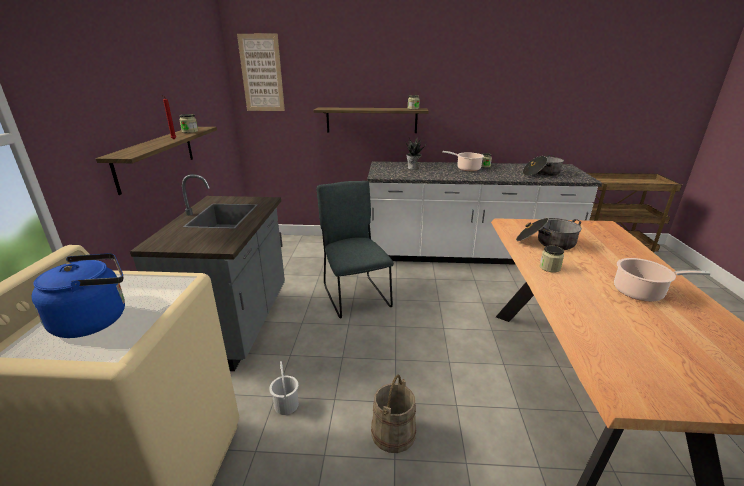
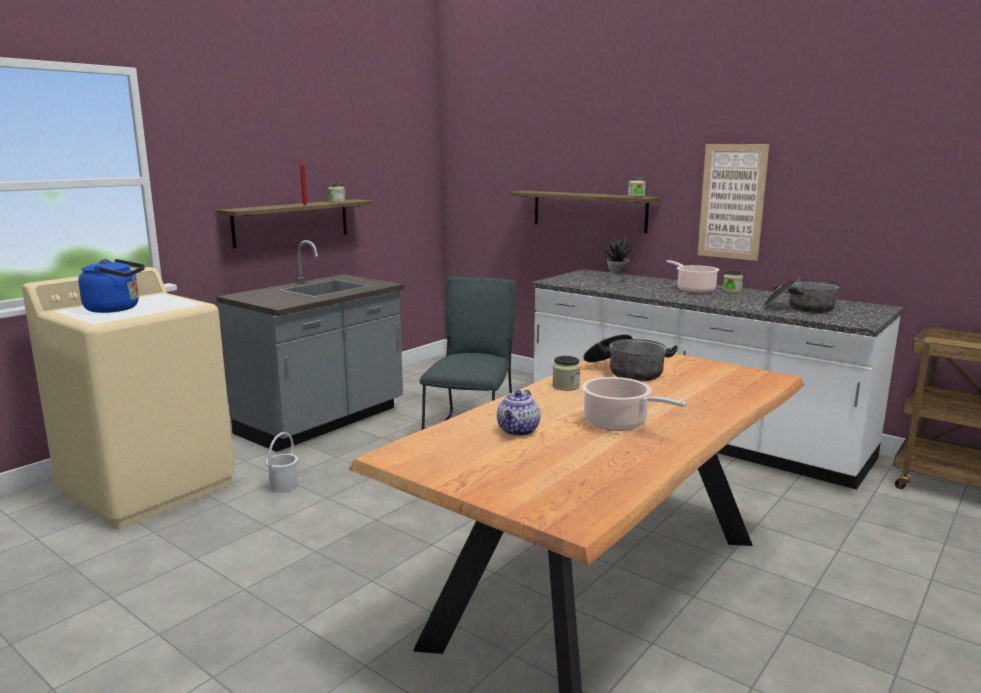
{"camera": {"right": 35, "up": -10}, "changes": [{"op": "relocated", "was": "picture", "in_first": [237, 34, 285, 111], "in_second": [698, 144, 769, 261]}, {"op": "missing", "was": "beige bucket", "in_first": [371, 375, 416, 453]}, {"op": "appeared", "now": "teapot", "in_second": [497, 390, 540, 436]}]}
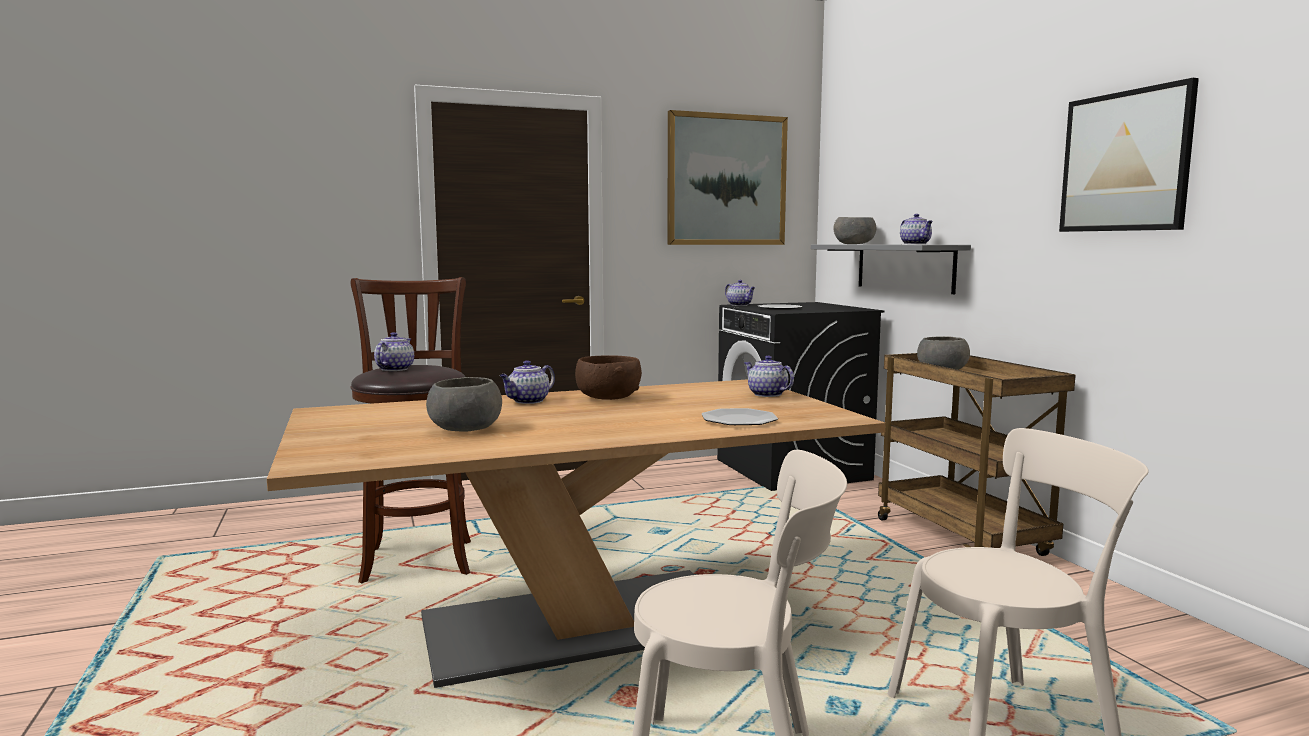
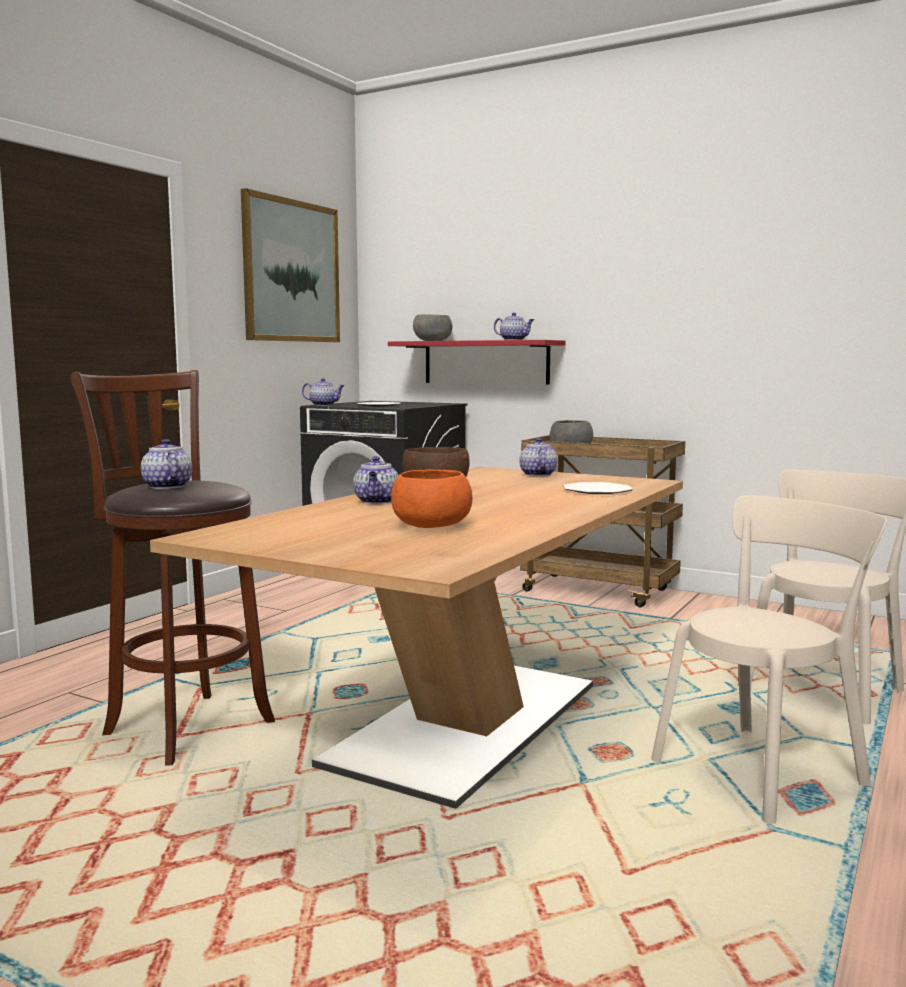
{"camera": {"right": -40, "up": 0}, "changes": [{"op": "colour", "was": "grey bowl", "now": "orange bowl", "in_first": [426, 377, 502, 432], "in_second": [391, 470, 472, 528]}, {"op": "spun", "was": "teapot", "in_first": [744, 355, 794, 397], "in_second": [519, 438, 558, 476], "clockwise": 75}, {"op": "colour", "was": "grey shelf", "now": "red shelf", "in_first": [811, 245, 971, 294], "in_second": [388, 340, 566, 385]}, {"op": "missing", "was": "picture", "in_first": [1059, 78, 1199, 232]}]}
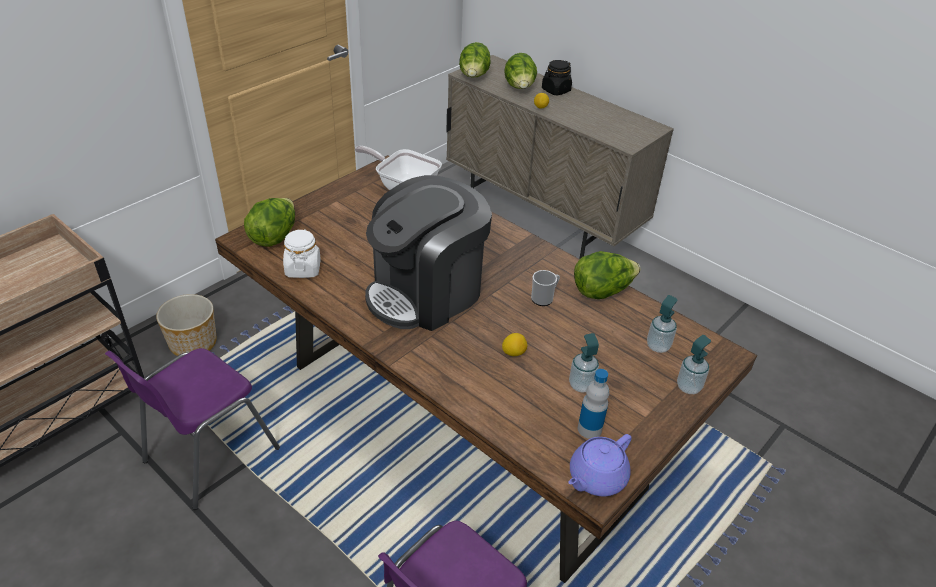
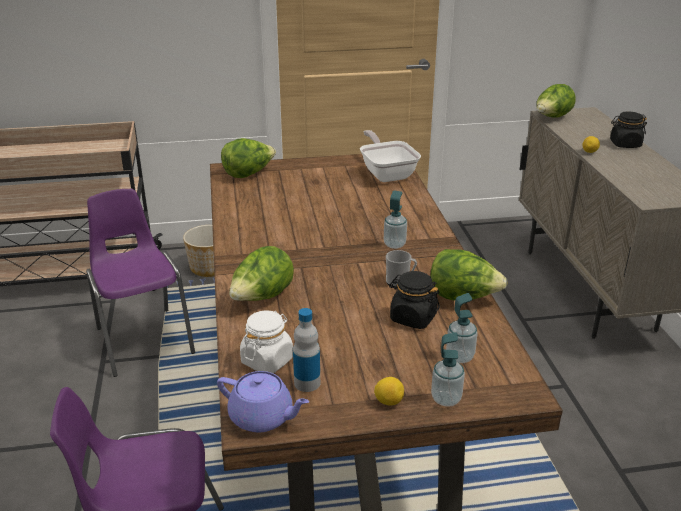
{"camera": {"right": 40, "up": -10}, "changes": [{"op": "spun", "was": "purple chair", "in_first": [105, 348, 280, 510], "in_second": [86, 189, 195, 377], "clockwise": 75}, {"op": "relocated", "was": "white jar", "in_first": [283, 229, 321, 278], "in_second": [240, 310, 293, 374]}, {"op": "missing", "was": "coffee machine", "in_first": [365, 175, 492, 331]}, {"op": "relocated", "was": "lemon", "in_first": [502, 333, 527, 356], "in_second": [374, 377, 404, 405]}, {"op": "relocated", "was": "lettuce", "in_first": [504, 53, 537, 89], "in_second": [229, 246, 294, 301]}, {"op": "spun", "was": "purple teapot", "in_first": [568, 434, 632, 496], "in_second": [217, 371, 309, 432], "clockwise": -150}, {"op": "relocated", "was": "soap dispenser", "in_first": [569, 333, 599, 393], "in_second": [384, 190, 407, 249]}, {"op": "appeared", "now": "black jar", "in_second": [389, 271, 440, 329]}]}
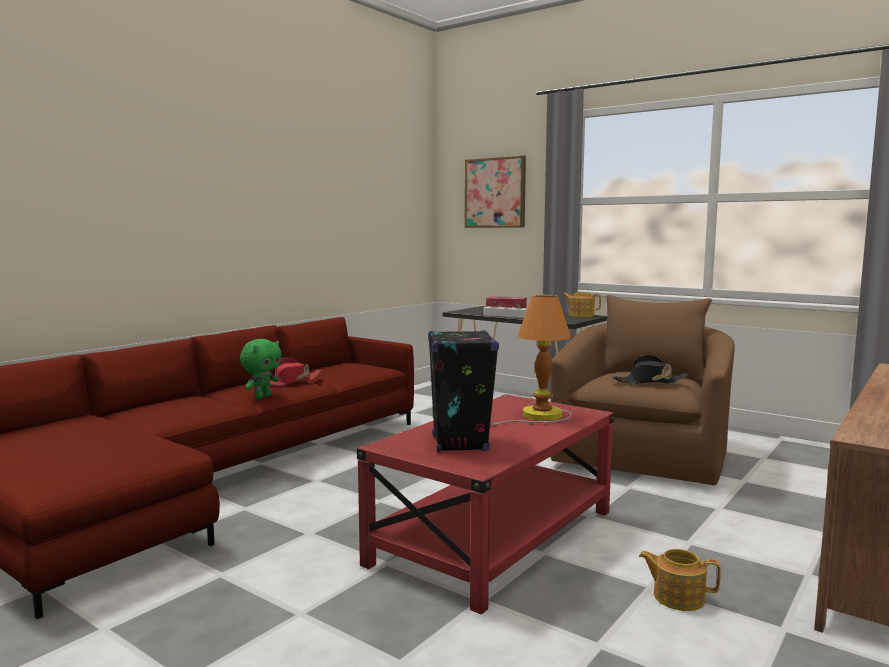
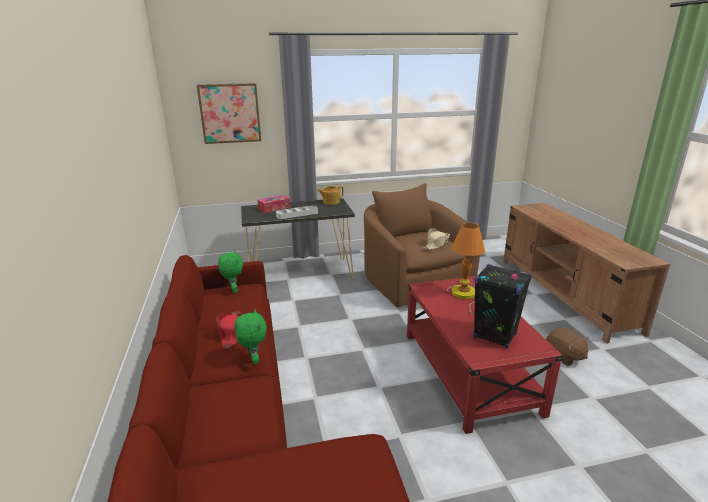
{"camera": {"right": -50, "up": 15}, "changes": [{"op": "colour", "was": "black hat", "now": "beige hat", "in_first": [612, 355, 690, 384], "in_second": [424, 228, 450, 250]}, {"op": "exchanged", "was": "teapot", "now": "brown plush toy", "in_first": [639, 549, 721, 611], "in_second": [546, 328, 589, 366]}, {"op": "appeared", "now": "green plush toy", "in_second": [218, 251, 243, 293]}]}
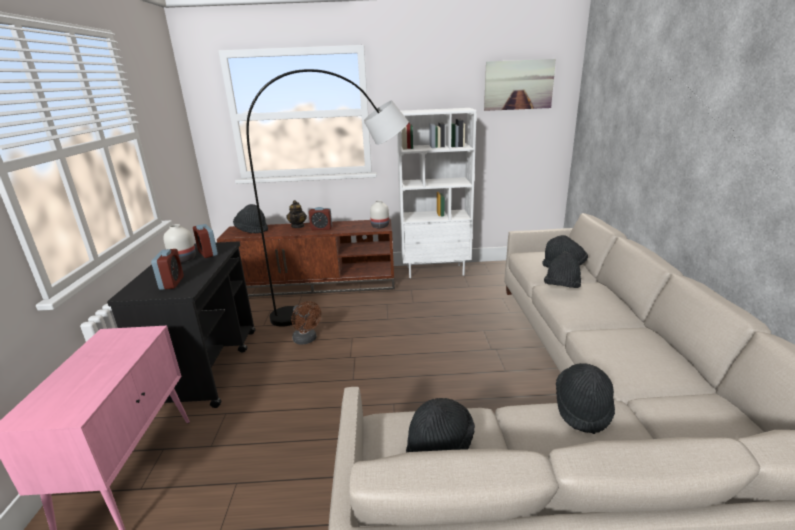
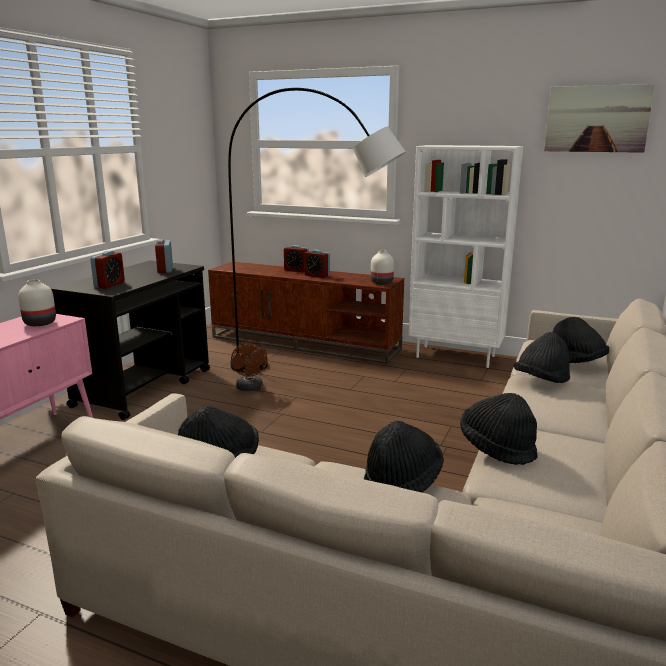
{"camera": {"right": 25, "up": -5}, "changes": [{"op": "relocated", "was": "white vase", "in_first": [163, 224, 196, 263], "in_second": [18, 279, 56, 326]}, {"op": "relocated", "was": "black hat", "in_first": [233, 204, 268, 233], "in_second": [460, 393, 538, 465]}, {"op": "exchanged", "was": "teapot", "now": "alarm clock", "in_first": [286, 200, 307, 228], "in_second": [284, 245, 309, 272]}]}
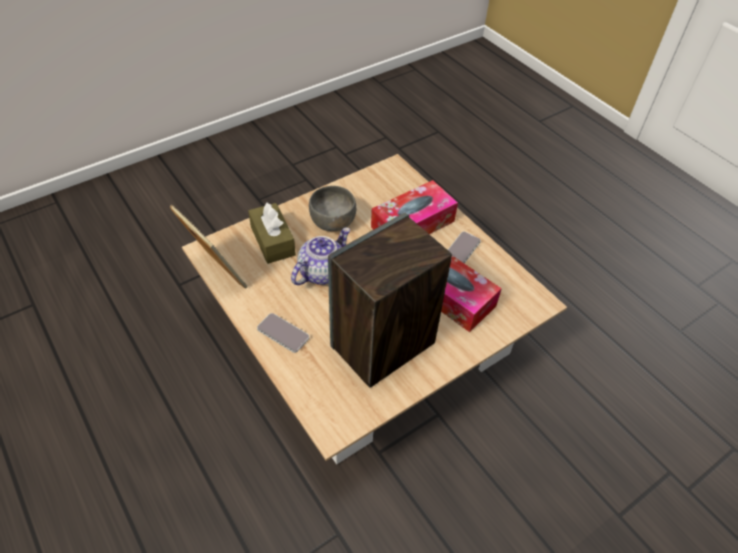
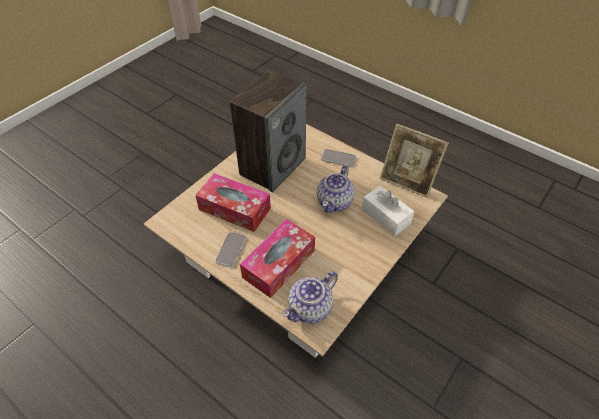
{"camera": {"right": 165, "up": 0}, "changes": [{"op": "colour", "was": "brown tissue box", "now": "white tissue box", "in_first": [248, 203, 296, 264], "in_second": [362, 186, 414, 236]}, {"op": "missing", "was": "grey bowl", "in_first": [309, 186, 356, 231]}, {"op": "appeared", "now": "teapot", "in_second": [282, 271, 338, 323]}]}
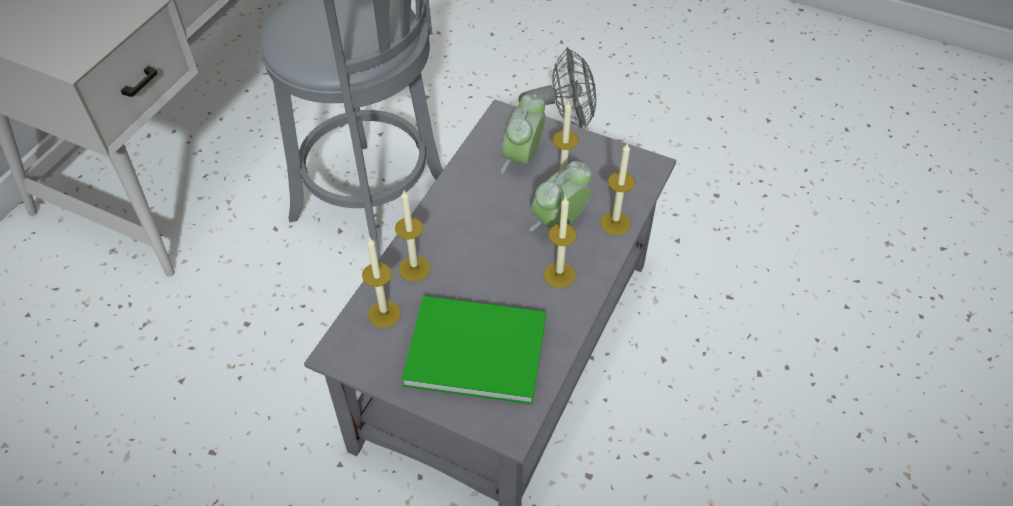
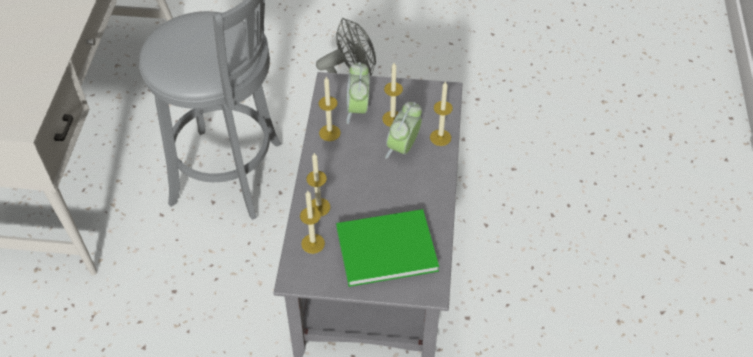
{"camera": {"right": -20, "up": 0}, "changes": [{"op": "relocated", "was": "candle", "in_first": [544, 196, 577, 288], "in_second": [319, 77, 341, 141]}]}
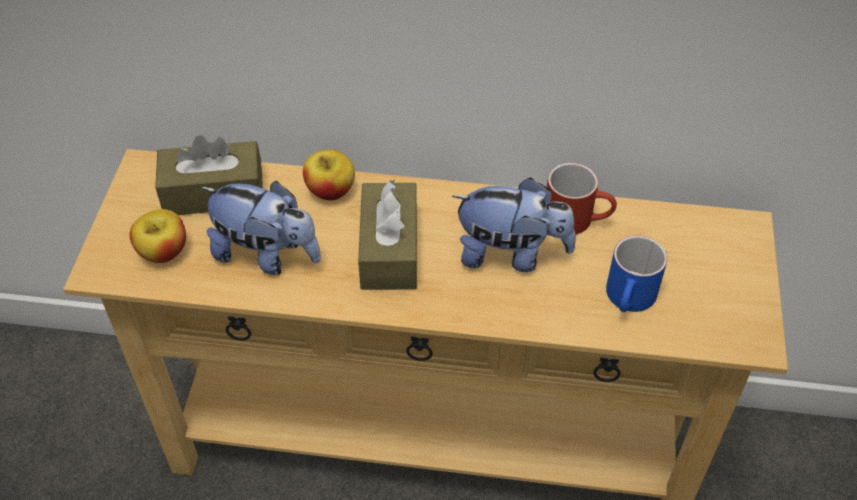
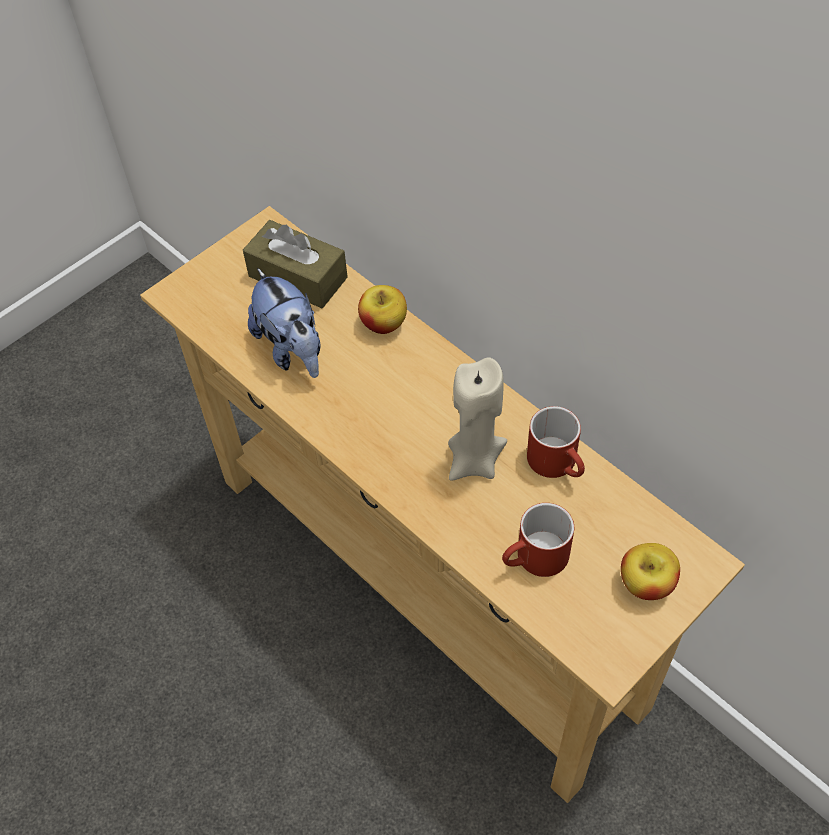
{"camera": {"right": 40, "up": 5}, "changes": [{"op": "relocated", "was": "apple", "in_first": [129, 209, 186, 263], "in_second": [621, 543, 680, 600]}, {"op": "missing", "was": "brown tissue box", "in_first": [358, 179, 417, 290]}, {"op": "exchanged", "was": "plush toy", "now": "beige candle", "in_first": [452, 177, 576, 272], "in_second": [448, 357, 507, 481]}, {"op": "colour", "was": "blue mug", "now": "red mug", "in_first": [606, 235, 667, 312], "in_second": [502, 503, 574, 577]}]}
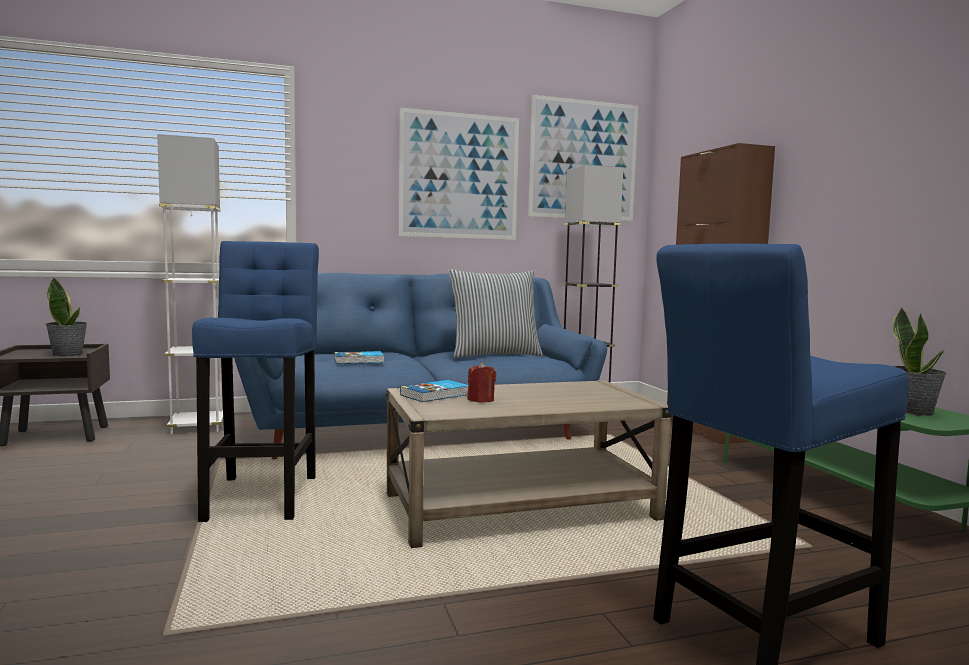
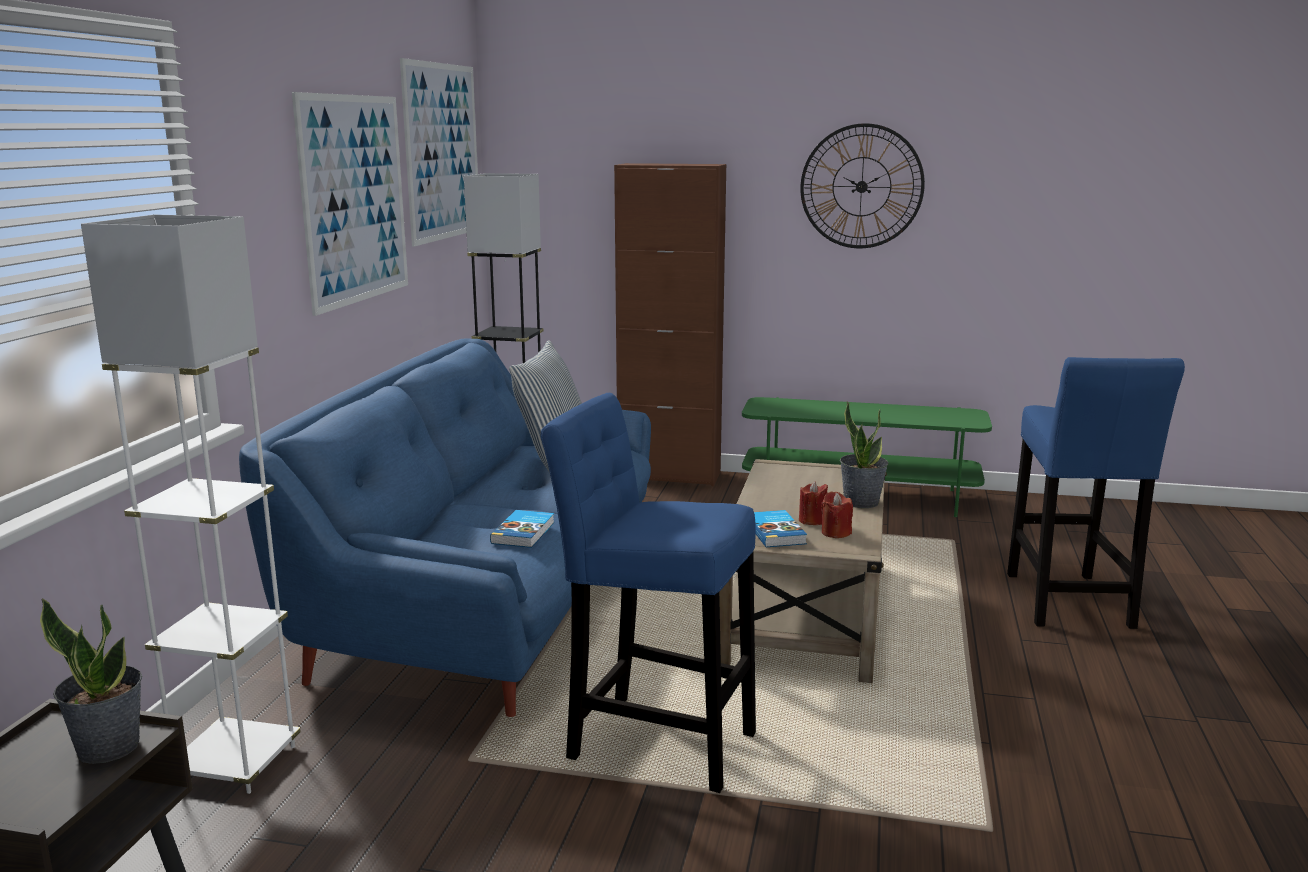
{"camera": {"right": -60, "up": 10}, "changes": [{"op": "relocated", "was": "potted plant", "in_first": [893, 307, 947, 416], "in_second": [840, 401, 889, 508]}, {"op": "appeared", "now": "wall clock", "in_second": [800, 123, 925, 248]}, {"op": "appeared", "now": "red candle", "in_second": [821, 492, 853, 538]}]}
